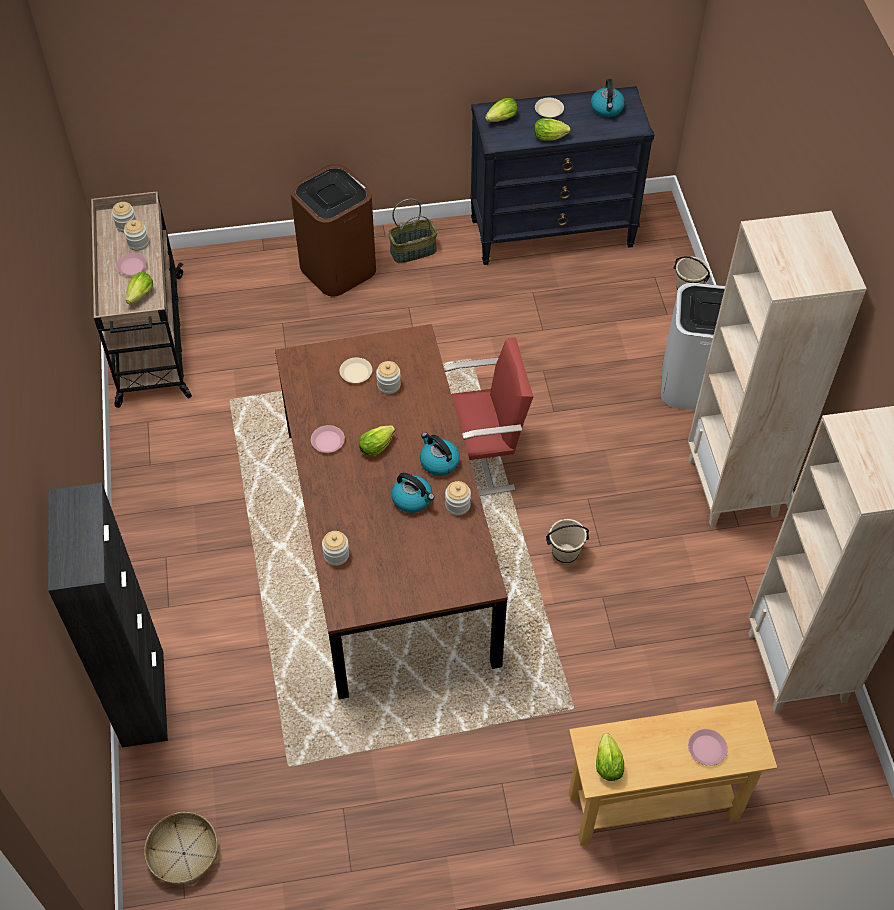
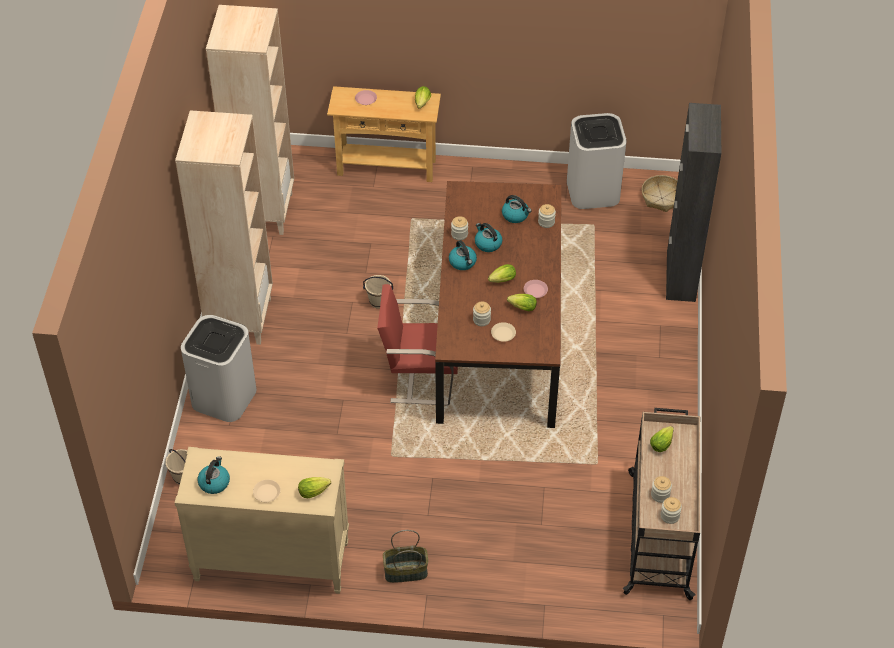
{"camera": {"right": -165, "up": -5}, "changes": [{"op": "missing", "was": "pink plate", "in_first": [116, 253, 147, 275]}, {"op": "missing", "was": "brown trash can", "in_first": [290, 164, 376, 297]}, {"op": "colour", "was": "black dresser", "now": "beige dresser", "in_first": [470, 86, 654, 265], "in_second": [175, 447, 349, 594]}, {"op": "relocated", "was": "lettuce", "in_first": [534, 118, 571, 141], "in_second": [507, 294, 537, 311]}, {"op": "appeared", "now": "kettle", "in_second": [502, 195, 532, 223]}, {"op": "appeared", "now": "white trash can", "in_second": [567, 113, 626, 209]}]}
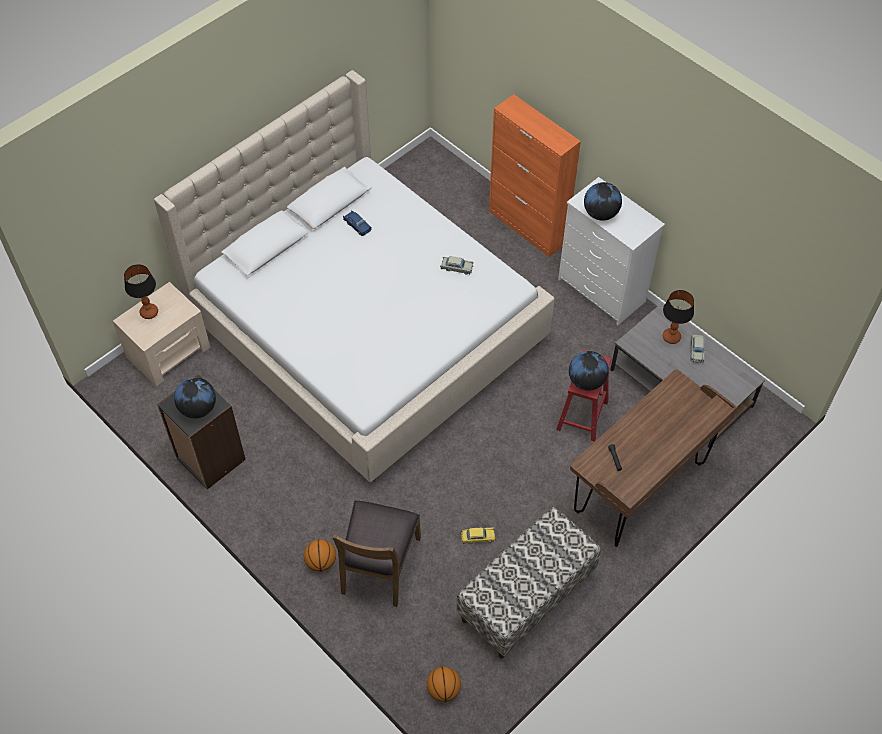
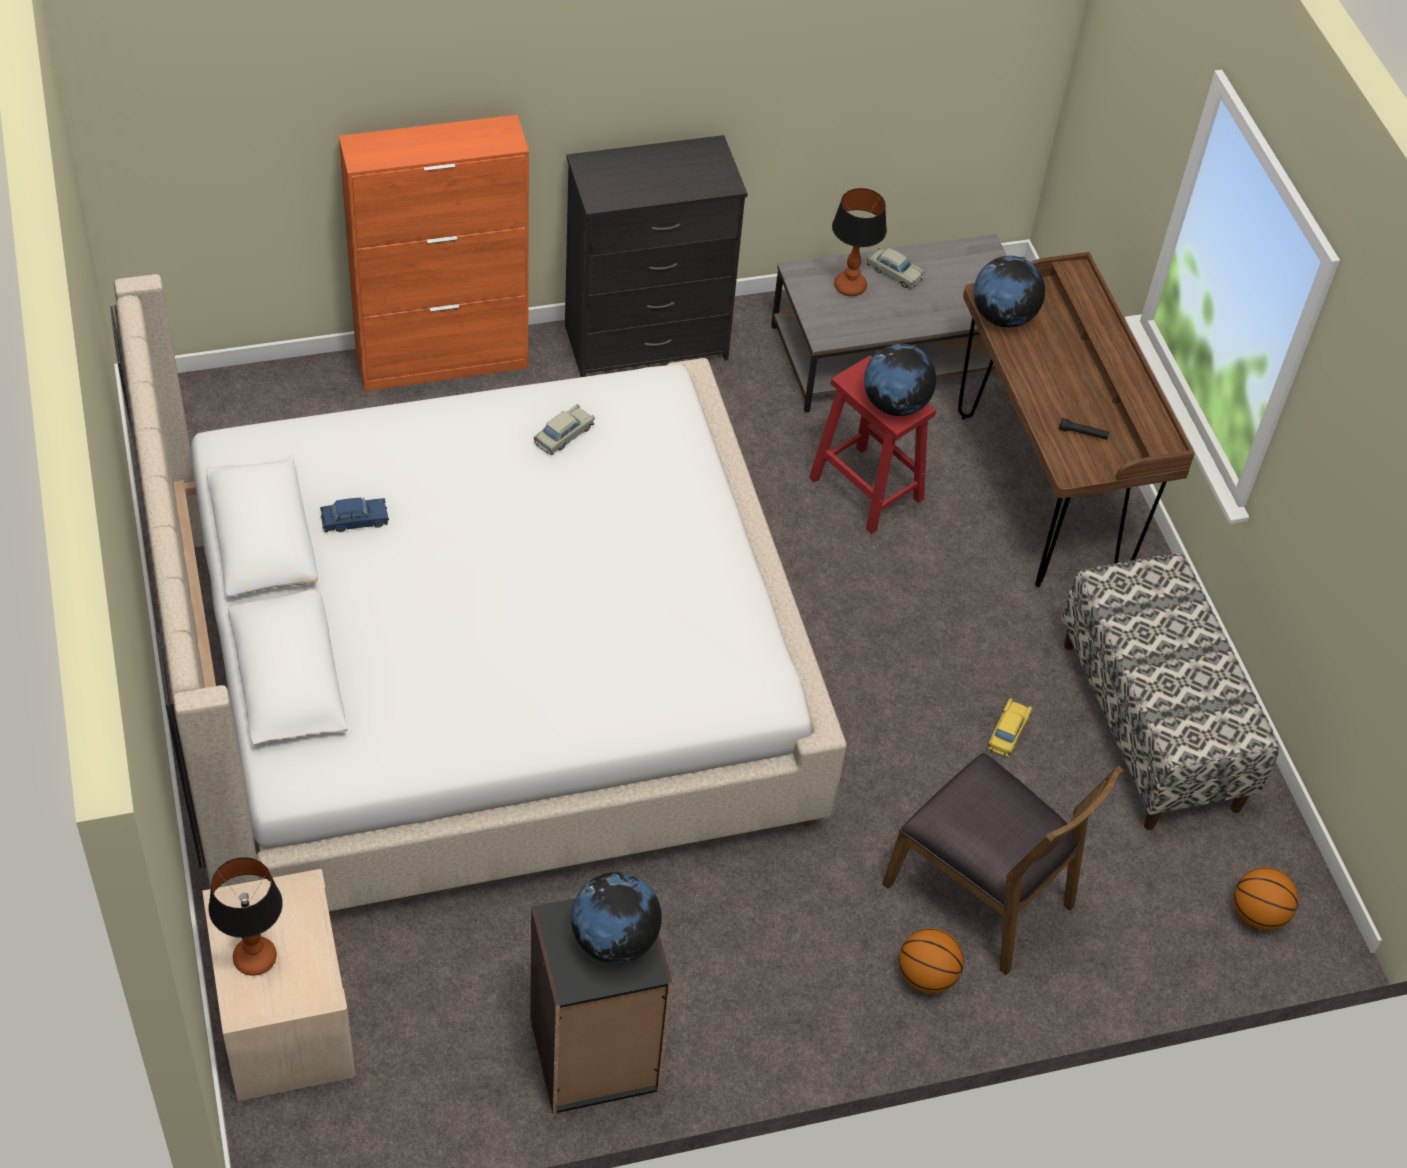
{"camera": {"right": -65, "up": -5}, "changes": [{"op": "colour", "was": "white dresser", "now": "black dresser", "in_first": [558, 177, 665, 325], "in_second": [565, 135, 748, 377]}, {"op": "relocated", "was": "globe", "in_first": [584, 182, 622, 221], "in_second": [974, 256, 1045, 327]}]}
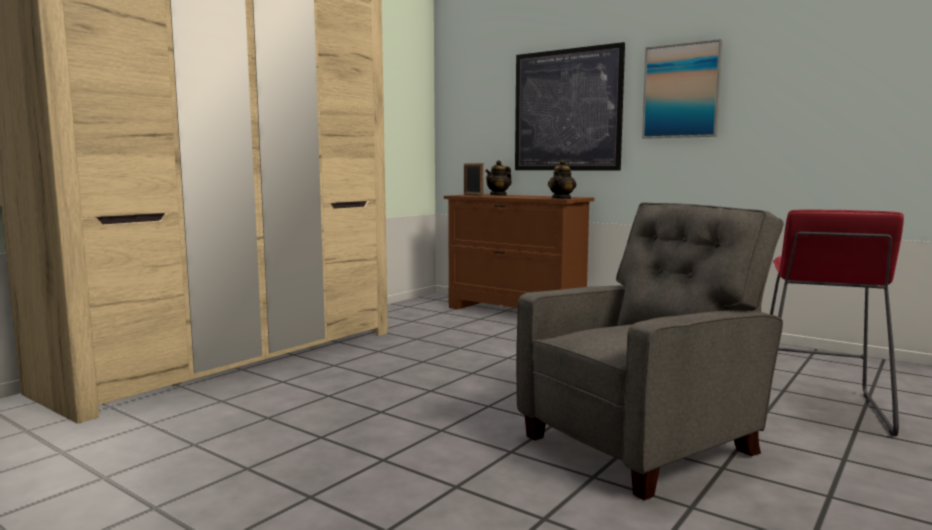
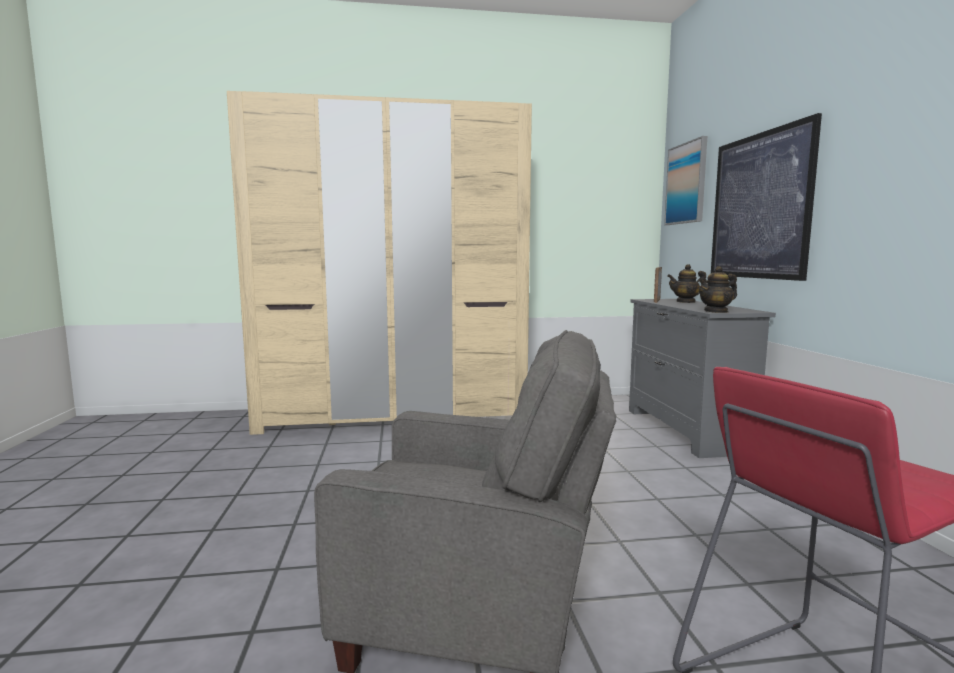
{"camera": {"right": 45, "up": 0}, "changes": [{"op": "colour", "was": "brown dresser", "now": "grey dresser", "in_first": [444, 194, 594, 309], "in_second": [629, 299, 776, 458]}, {"op": "relocated", "was": "picture", "in_first": [642, 39, 723, 139], "in_second": [664, 136, 707, 225]}]}
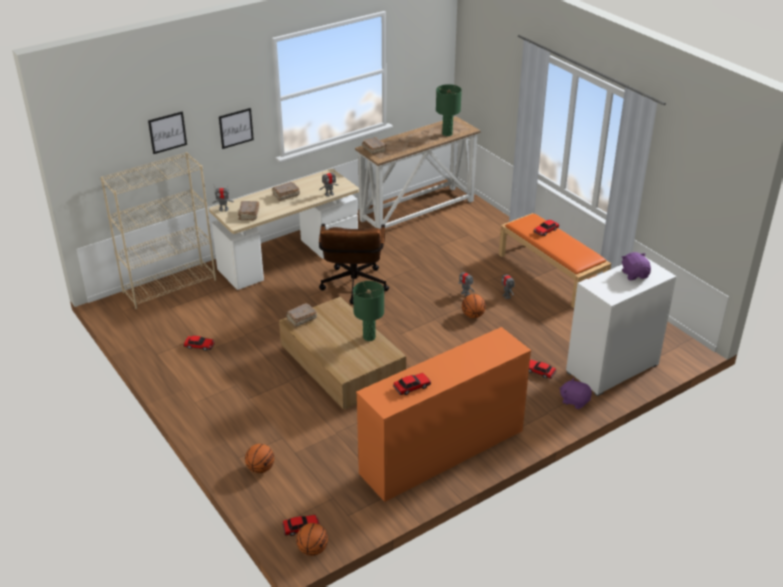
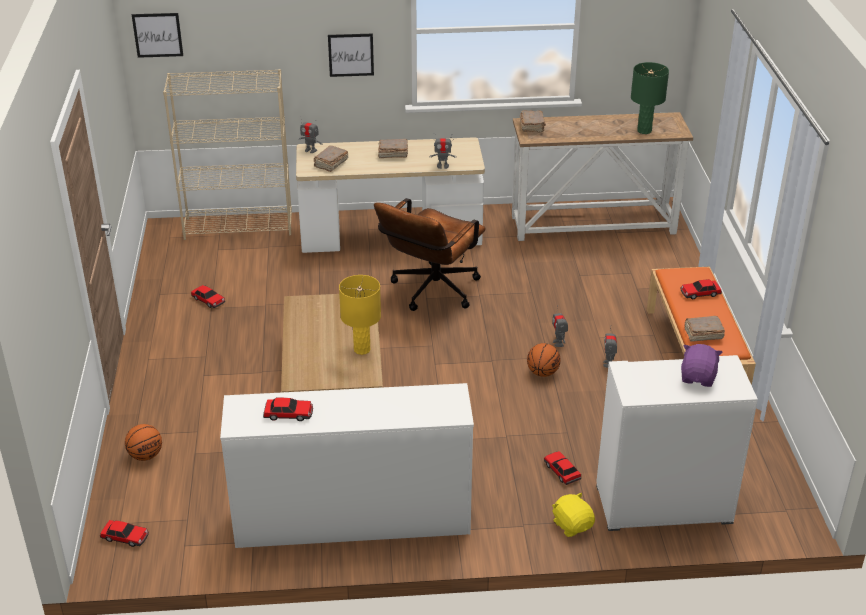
{"camera": {"right": 30, "up": 0}, "changes": [{"op": "relocated", "was": "picture", "in_first": [148, 112, 187, 154], "in_second": [132, 13, 183, 58]}, {"op": "relocated", "was": "brown book", "in_first": [286, 303, 317, 327], "in_second": [684, 316, 725, 342]}, {"op": "missing", "was": "basketball", "in_first": [296, 523, 328, 556]}, {"op": "colour", "was": "green table lamp", "now": "yellow table lamp", "in_first": [353, 281, 384, 341], "in_second": [339, 275, 381, 355]}, {"op": "colour", "was": "orange dresser", "now": "white dresser", "in_first": [356, 327, 531, 502], "in_second": [220, 383, 474, 548]}, {"op": "colour", "was": "purple plush toy", "now": "yellow plush toy", "in_first": [559, 378, 592, 409], "in_second": [552, 493, 595, 537]}]}
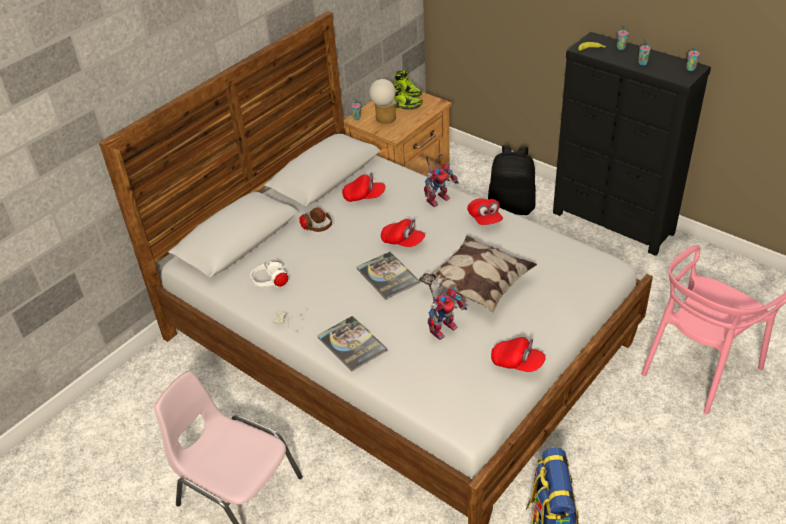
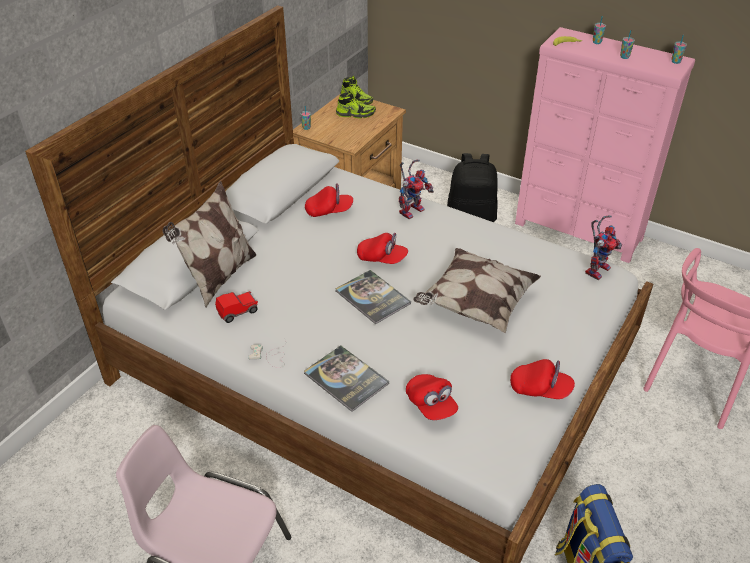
{"camera": {"right": -10, "up": 0}, "changes": [{"op": "exchanged", "was": "white headphones", "now": "toy car", "in_first": [250, 261, 289, 287], "in_second": [215, 291, 258, 323]}, {"op": "missing", "was": "brown headphones", "in_first": [299, 208, 332, 232]}, {"op": "missing", "was": "table lamp", "in_first": [369, 79, 396, 124]}, {"op": "relocated", "was": "toy robot", "in_first": [428, 278, 467, 340], "in_second": [585, 215, 622, 280]}, {"op": "relocated", "was": "red cap", "in_first": [467, 198, 503, 225], "in_second": [406, 374, 458, 420]}, {"op": "colour", "was": "black dresser", "now": "pink dresser", "in_first": [553, 32, 711, 256], "in_second": [515, 27, 695, 263]}, {"op": "appeared", "now": "pillow", "in_second": [163, 181, 256, 308]}]}
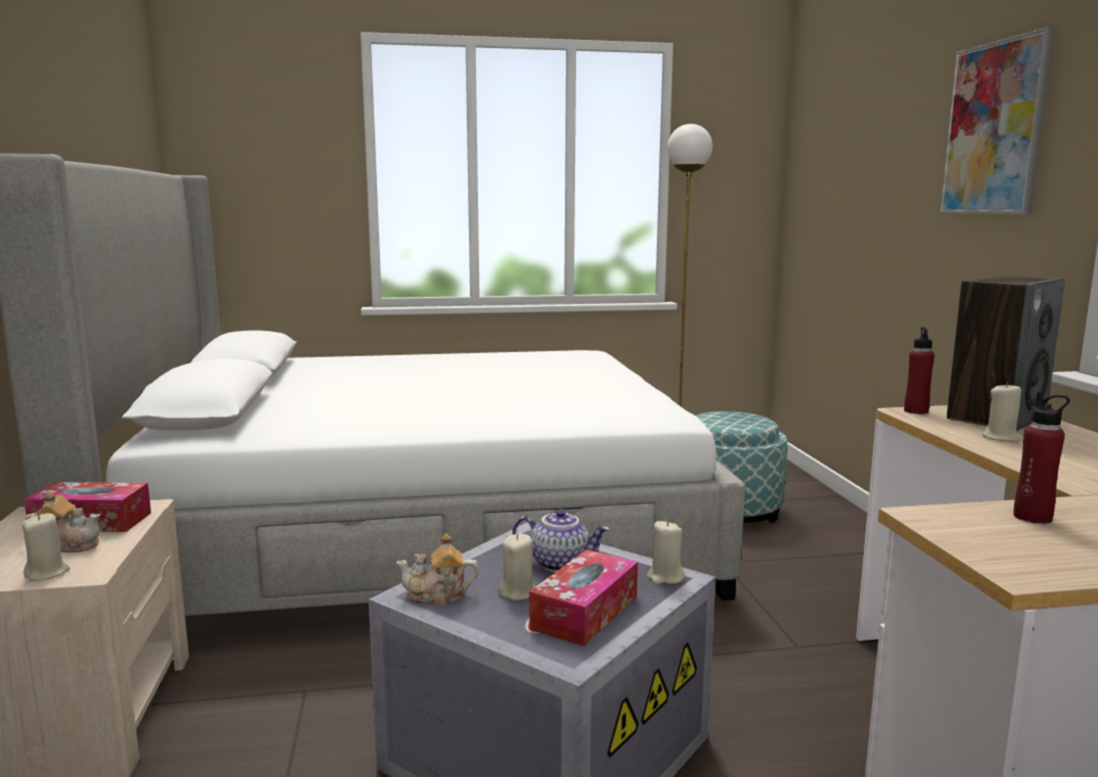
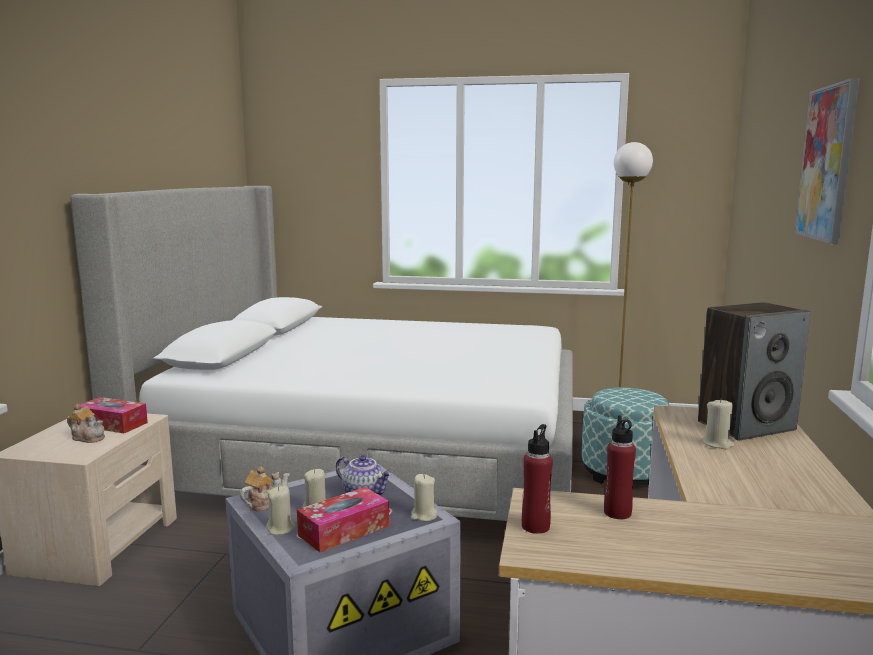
{"camera": {"right": 20, "up": 0}, "changes": [{"op": "relocated", "was": "beige candle", "in_first": [22, 513, 70, 581], "in_second": [266, 486, 296, 535]}, {"op": "spun", "was": "teapot", "in_first": [396, 533, 479, 605], "in_second": [240, 466, 290, 511], "clockwise": 120}, {"op": "relocated", "was": "red bottle", "in_first": [904, 327, 935, 414], "in_second": [522, 424, 553, 534]}]}
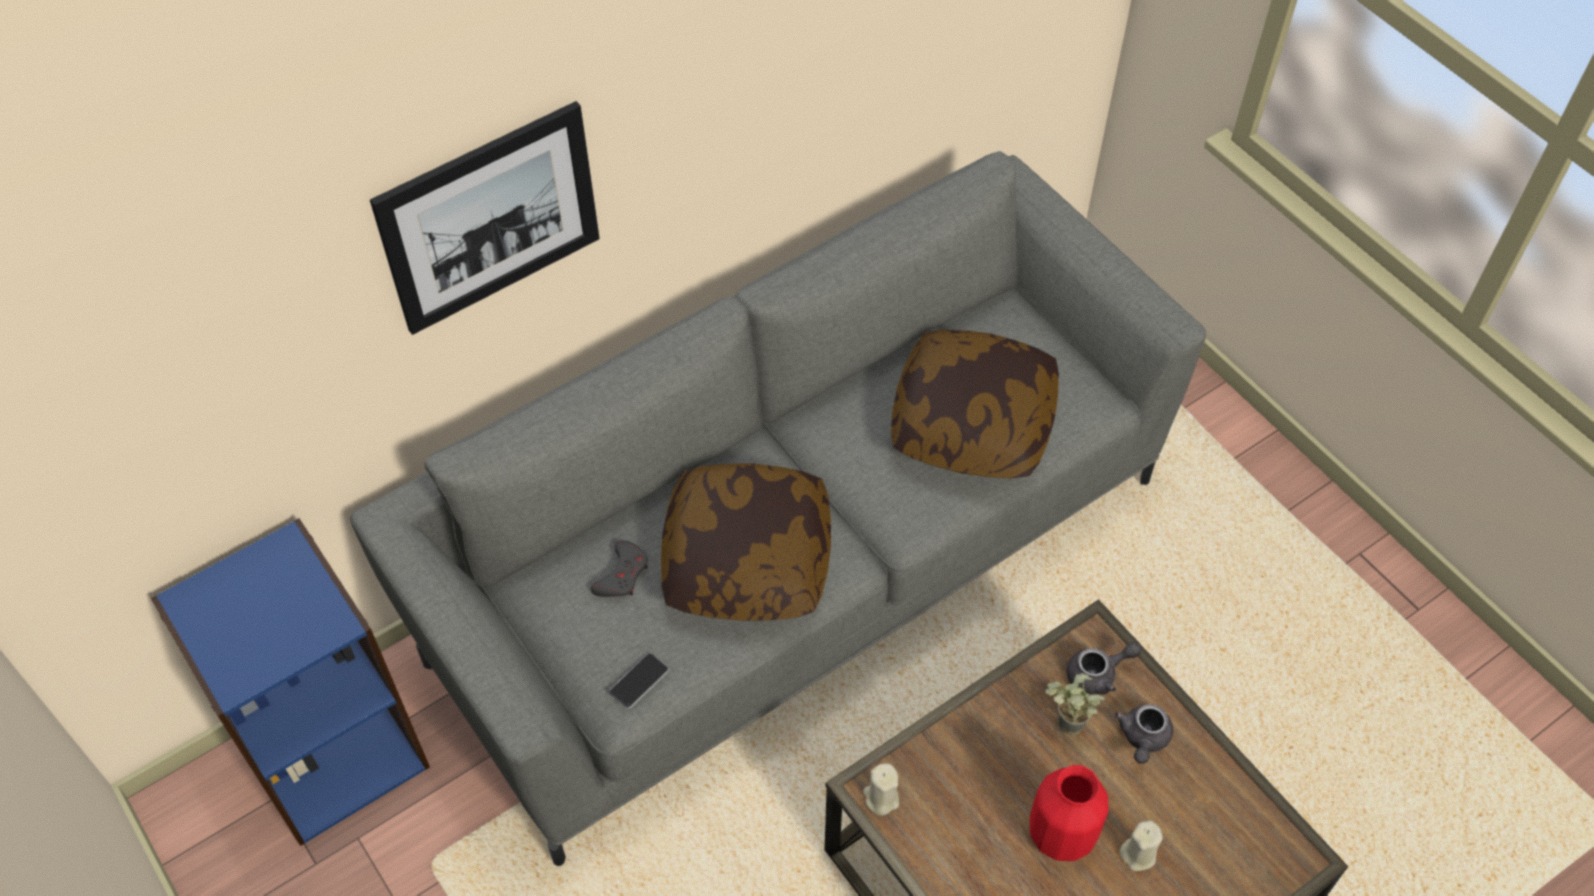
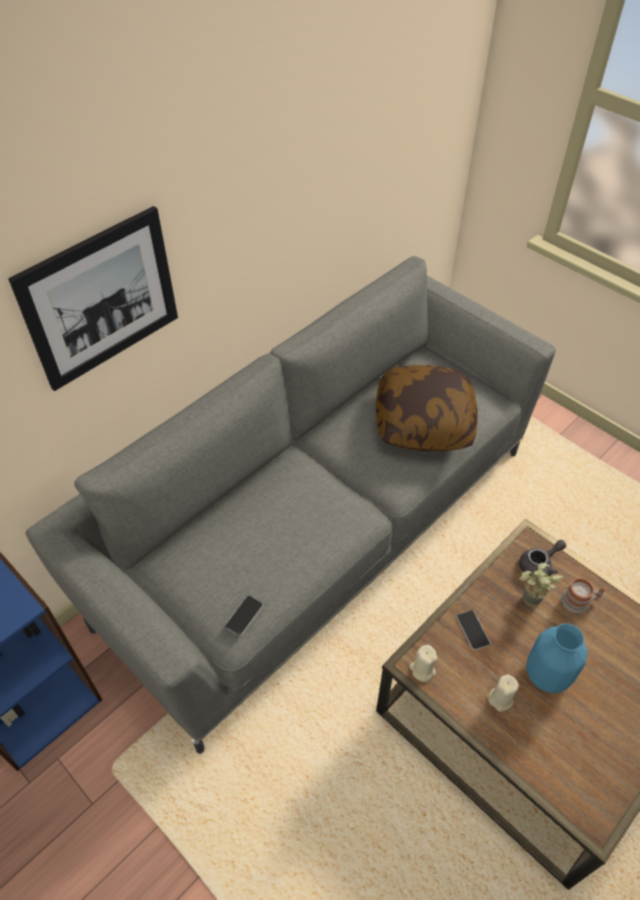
{"camera": {"right": -10, "up": -5}, "changes": [{"op": "missing", "was": "grey game controller", "in_first": [590, 540, 648, 597]}, {"op": "missing", "was": "pillow", "in_first": [661, 463, 831, 620]}, {"op": "colour", "was": "red vase", "now": "blue vase", "in_first": [1030, 765, 1109, 861], "in_second": [526, 623, 587, 693]}, {"op": "exchanged", "was": "grey teapot", "now": "mug", "in_first": [1115, 704, 1173, 764], "in_second": [562, 578, 606, 613]}, {"op": "relocated", "was": "beige candle", "in_first": [1119, 820, 1163, 871], "in_second": [488, 674, 519, 711]}, {"op": "appeared", "now": "phone", "in_second": [456, 610, 490, 650]}]}
